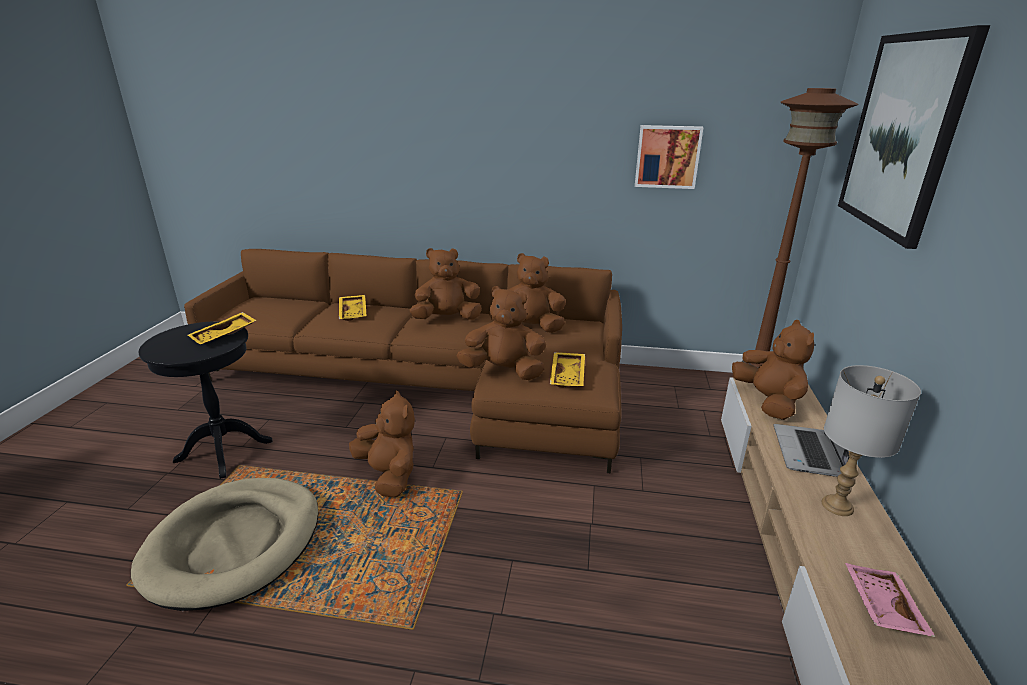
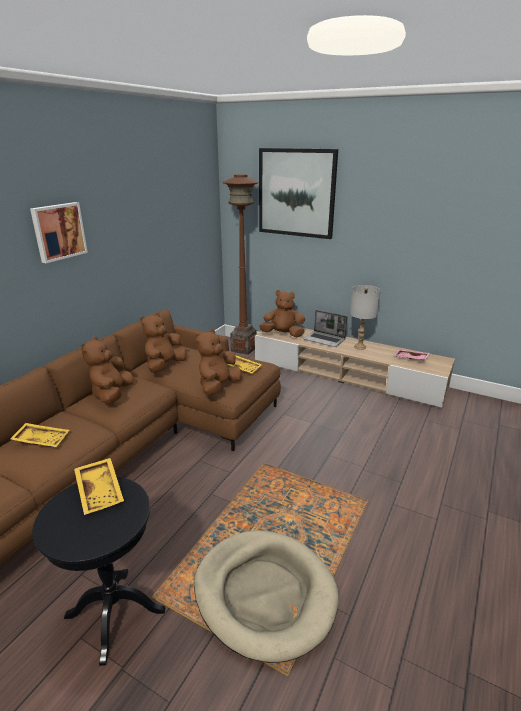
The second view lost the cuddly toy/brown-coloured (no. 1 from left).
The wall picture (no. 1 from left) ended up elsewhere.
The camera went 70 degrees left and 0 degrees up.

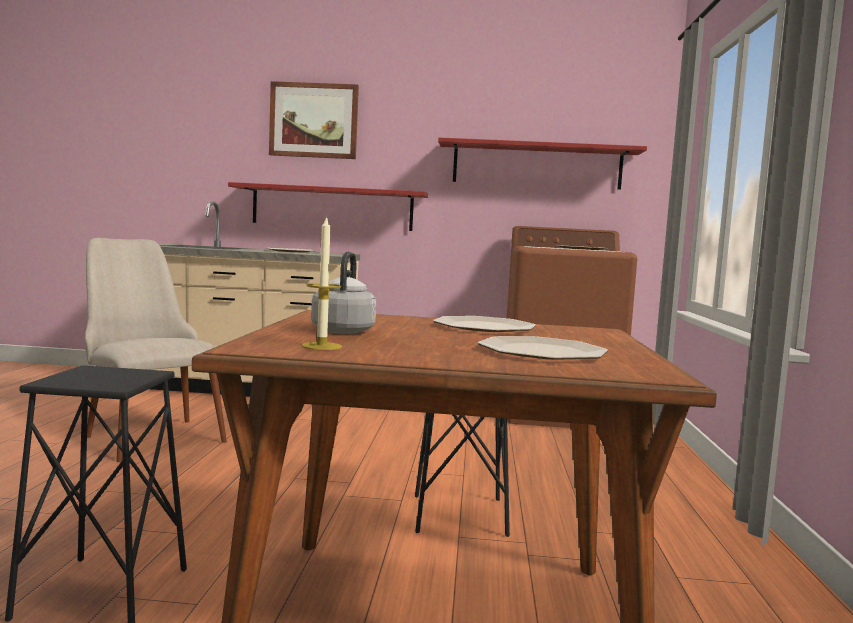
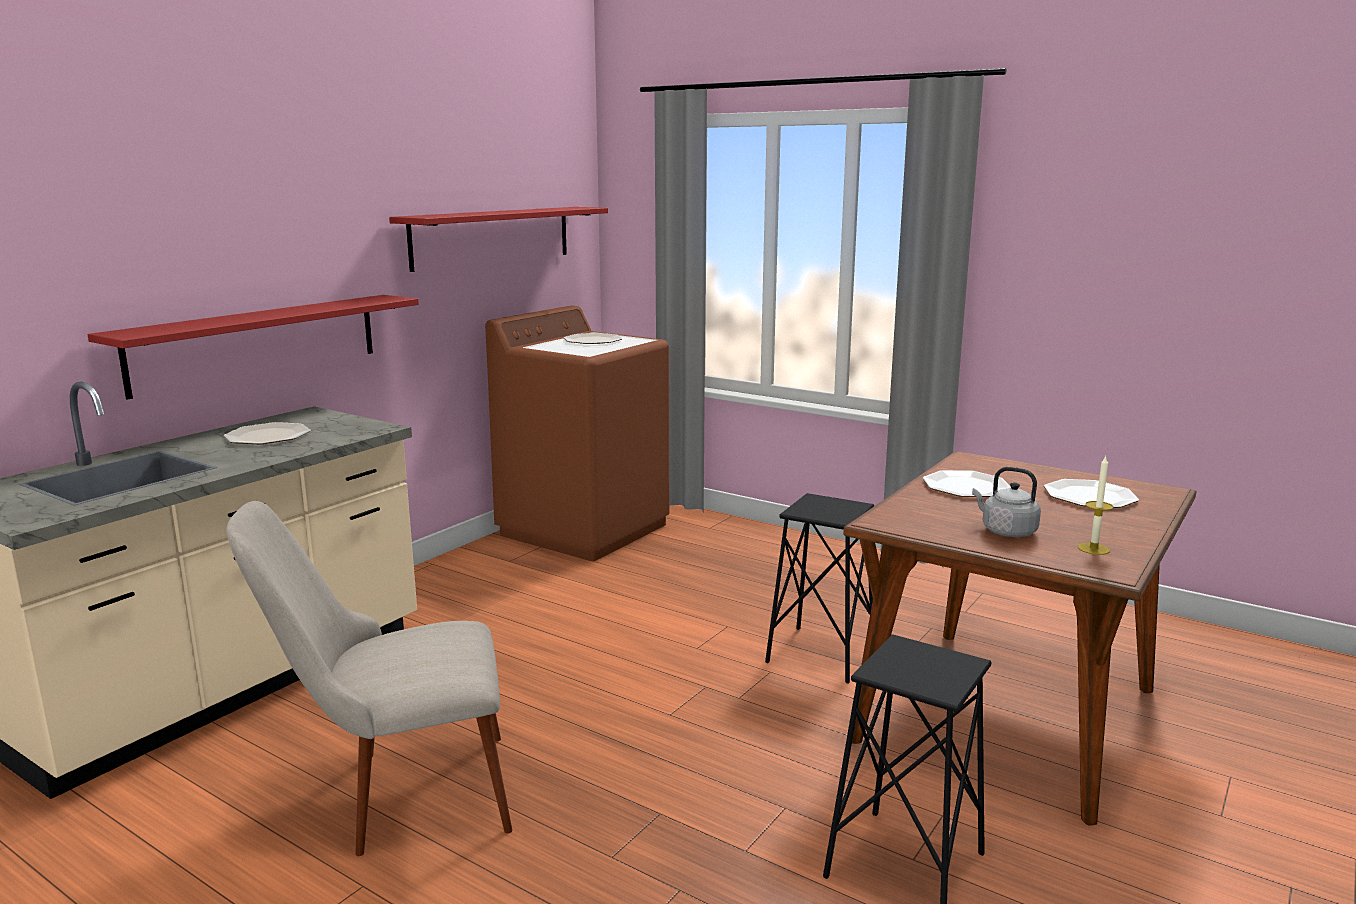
The second view lost the wall picture.
The camera went 60 degrees left and 10 degrees up.

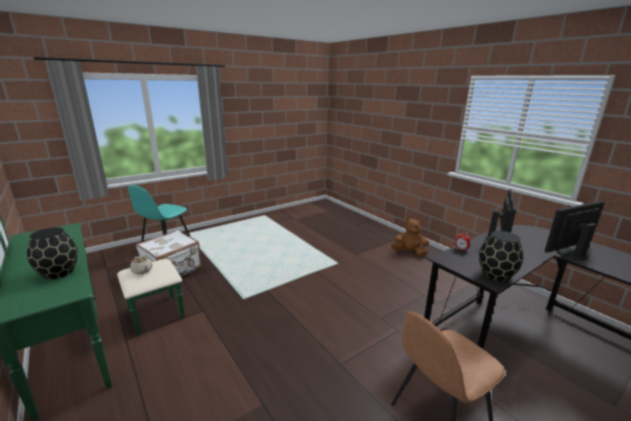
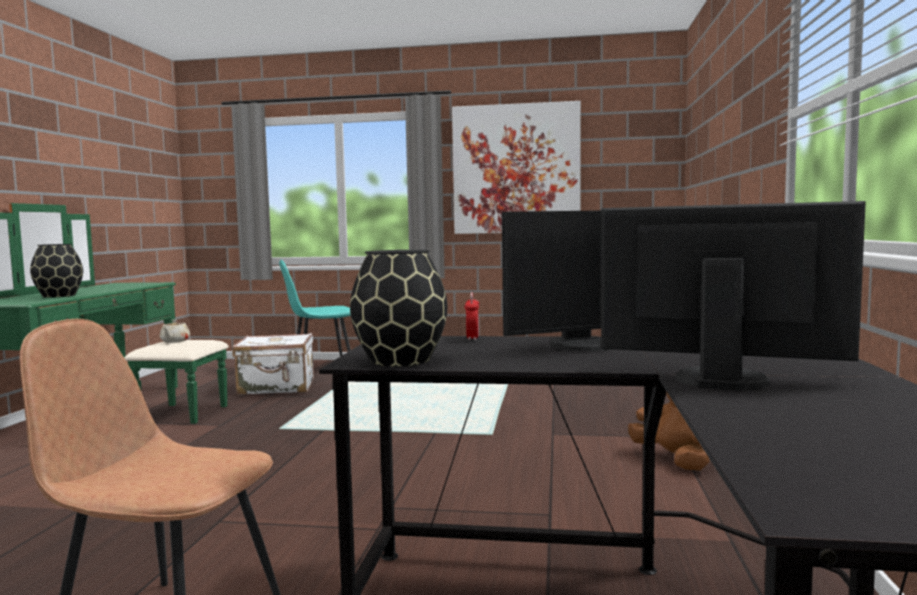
The second view gained the wall picture.
The camera went 45 degrees right and 15 degrees down.

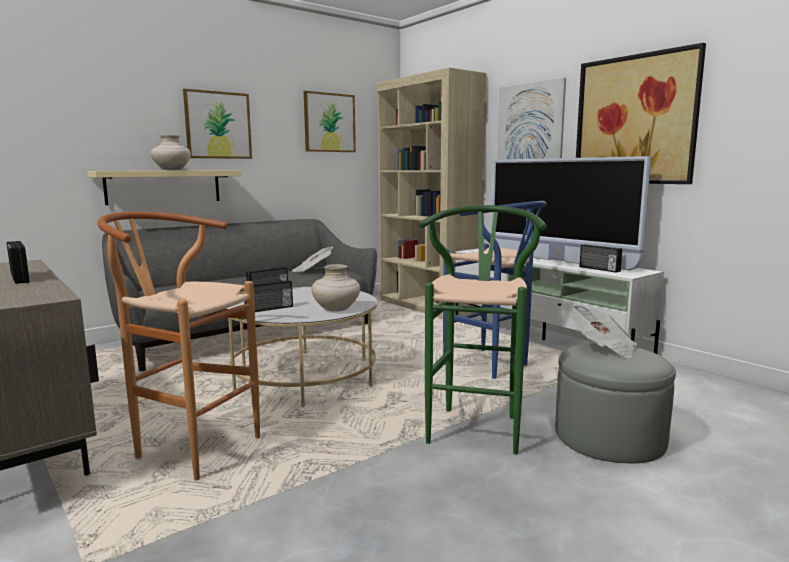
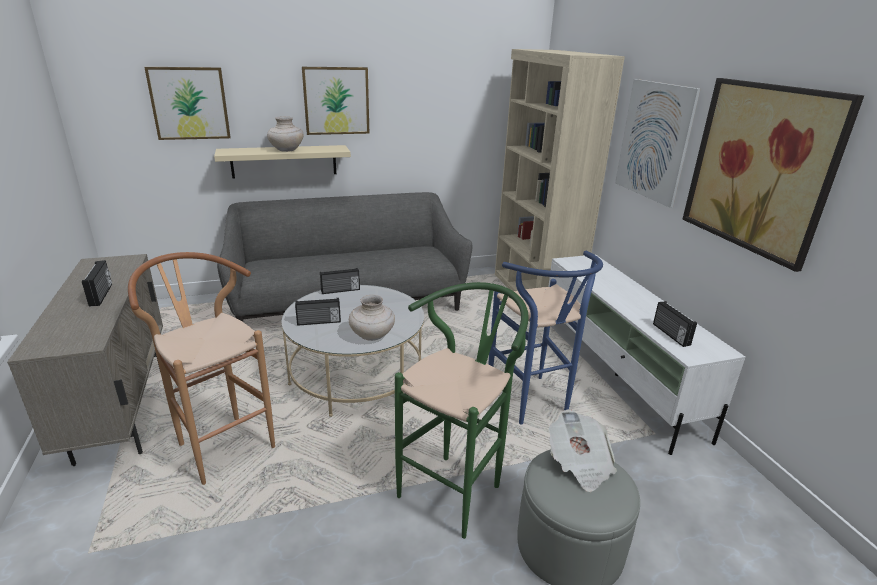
The second view lost the printed paper (no. 1 from left).
The second view lost the television.
The wall picture (no. 2 from left in the first image) ended up elsewhere.
The camera went 20 degrees right and 15 degrees up.

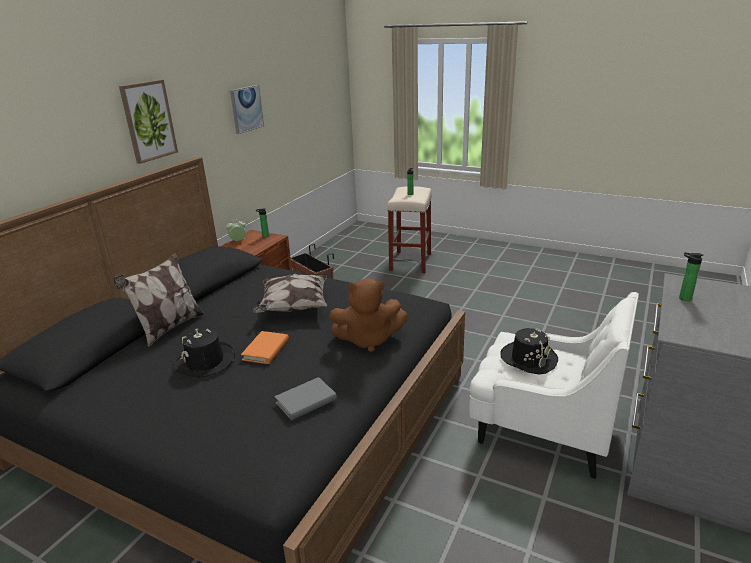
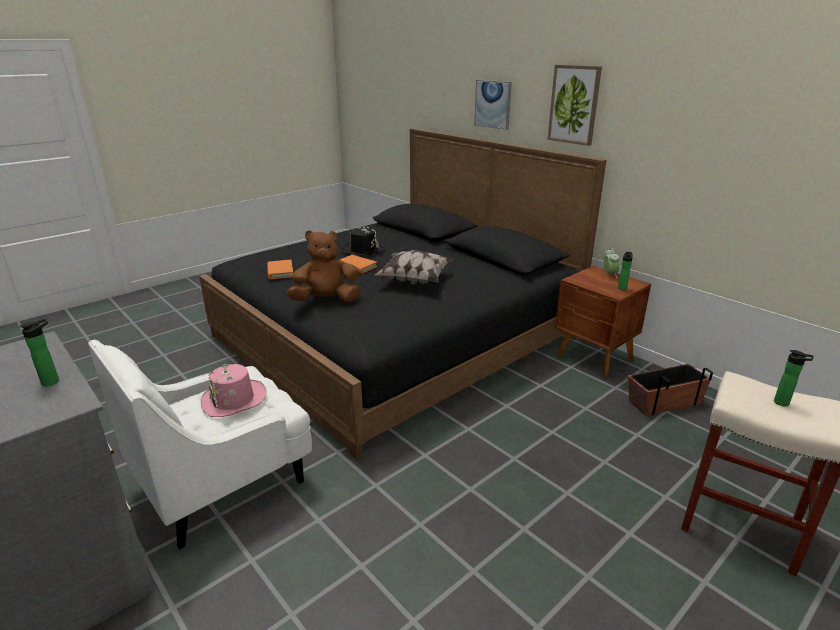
The second view lost the cushion (no. 1 from left).
The wall picture (no. 2 from left in the first image) ended up elsewhere.
What was the book/greyish turned into the book/orange-coloured (no. 1 from left).
What was the hat/black (no. 2 from left) turned into the hat/pink.
The cuddly toy/brown-coloured ended up facing another way, 60 degrees clockwise from before.
The camera went 110 degrees right and 0 degrees up.

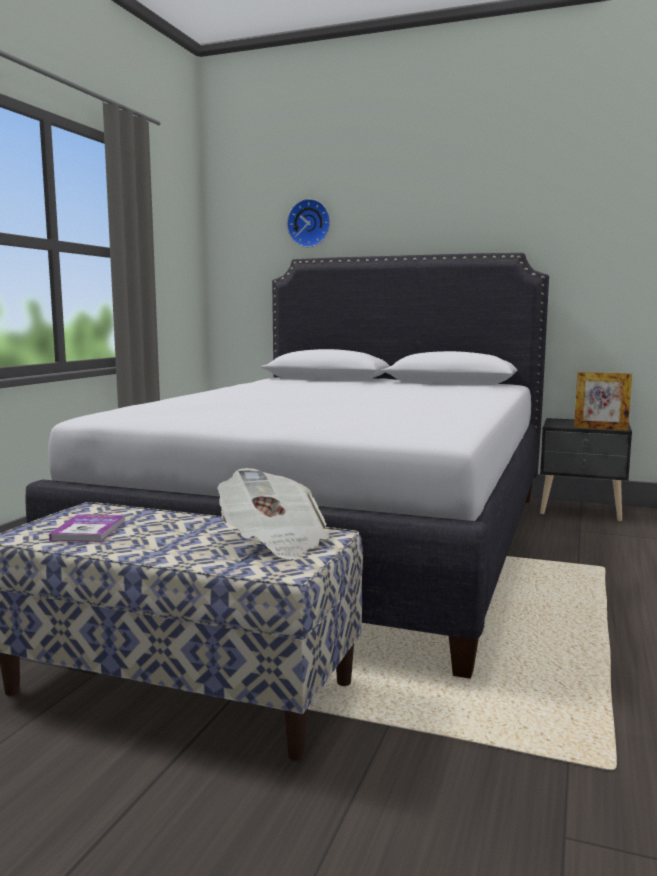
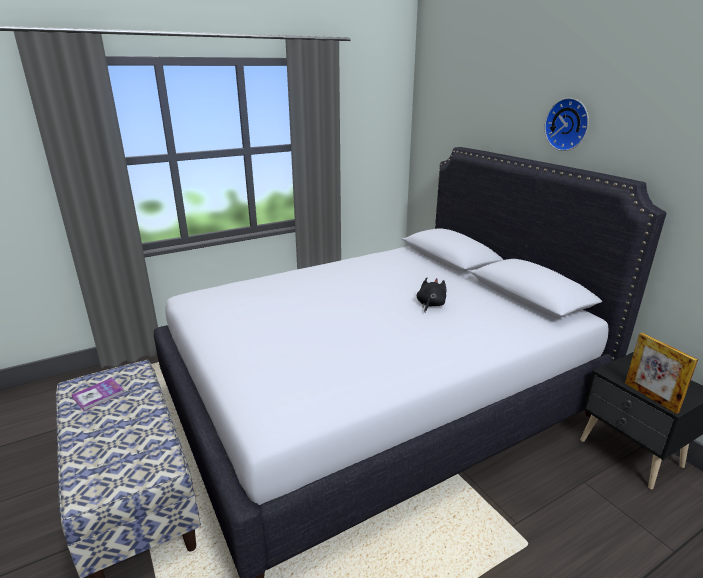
The second view lost the printed paper.
The second view gained the cuddly toy/black.
The wall clock ended up elsewhere.
The camera went 40 degrees right and 15 degrees up.

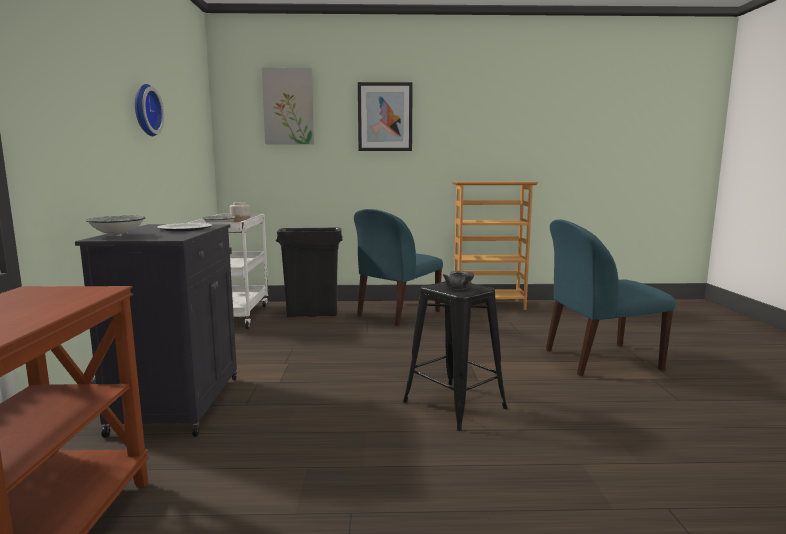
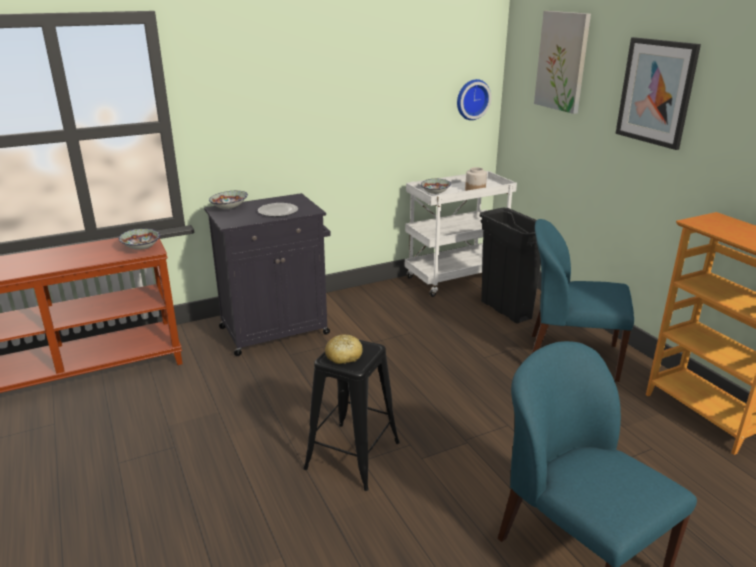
The second view gained the deep dish (no. 1 from left).
The wall clock ended up elsewhere.
Where the tea pot/greyish stood, the bread came to stand.
The camera went 65 degrees right and 15 degrees up.

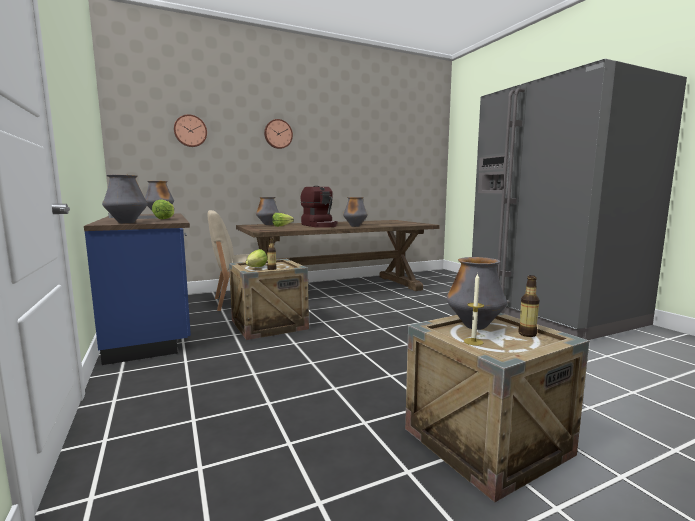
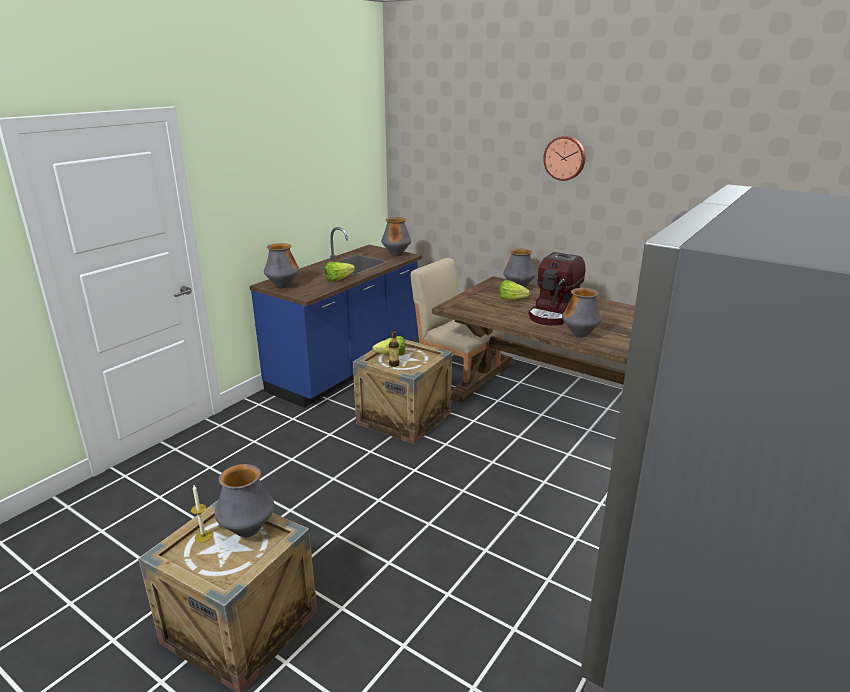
The second view lost the wall clock (no. 1 from left).
The second view lost the beverage bottle (no. 2 from left).
The camera went 60 degrees right and 15 degrees up.

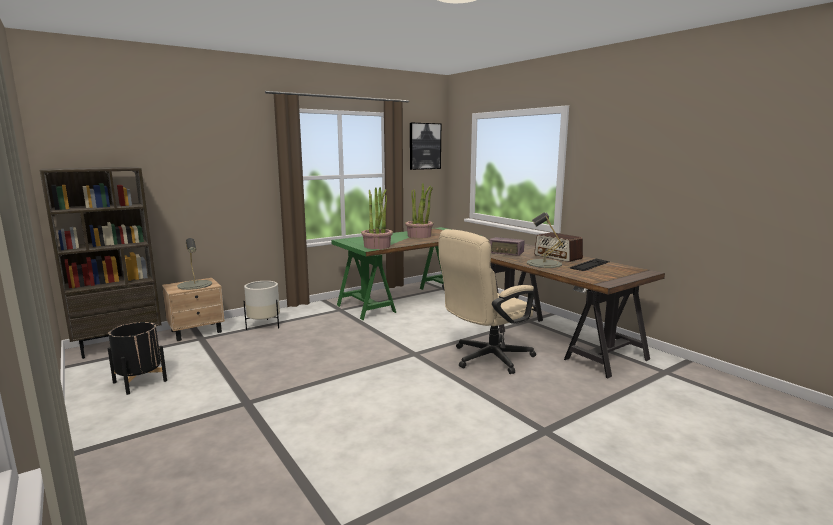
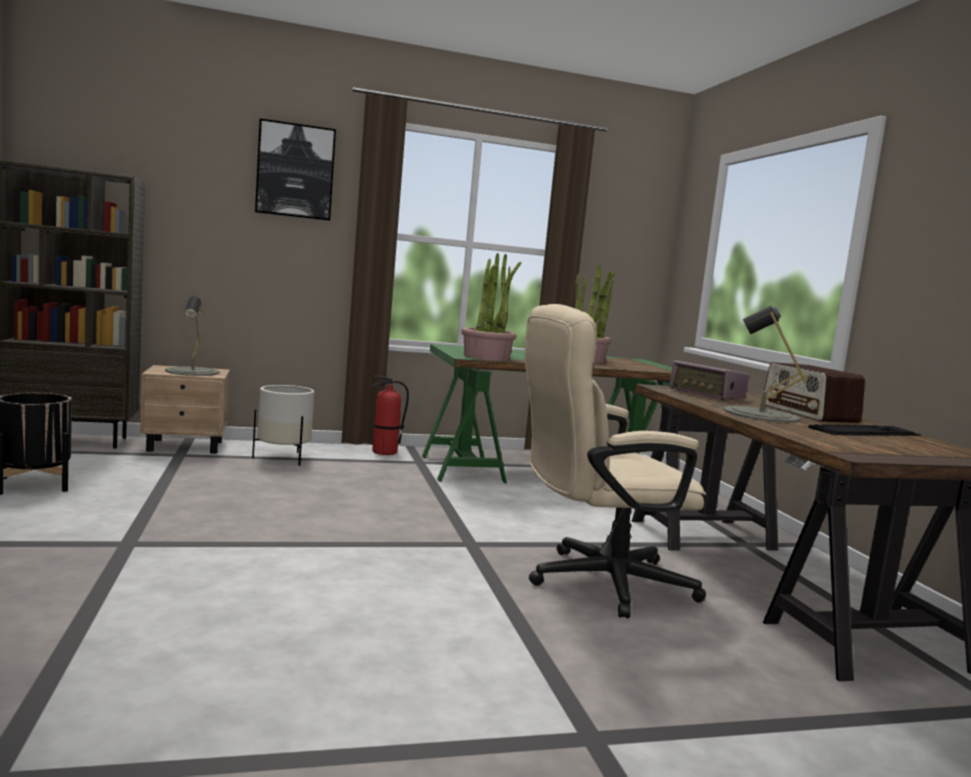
The second view gained the fire-fighting cylinder.
The wall picture ended up elsewhere.
The camera went 20 degrees right and 5 degrees down.

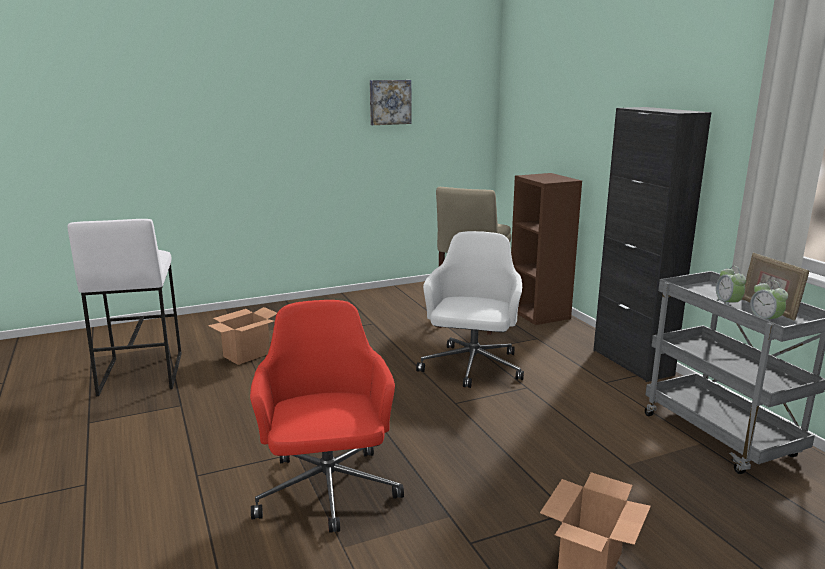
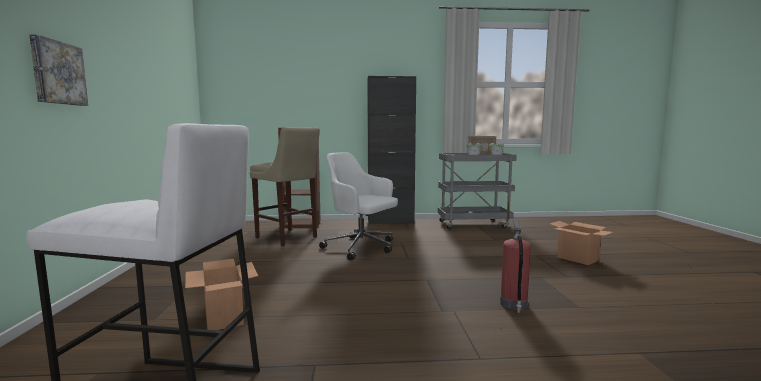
The wall picture ended up elsewhere.
Where the computer chair/red stood, the fire-fighting cylinder came to stand.
The camera went 70 degrees left and 10 degrees down.

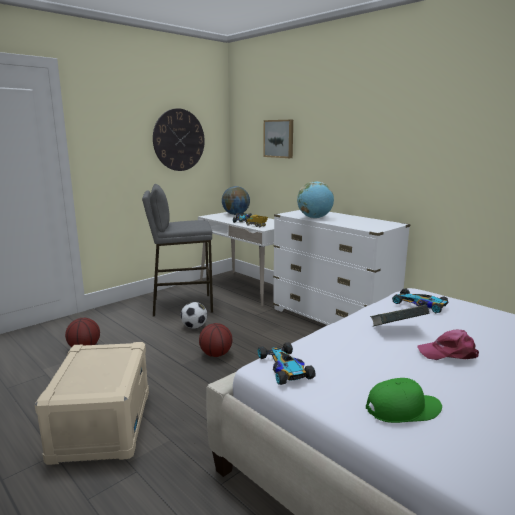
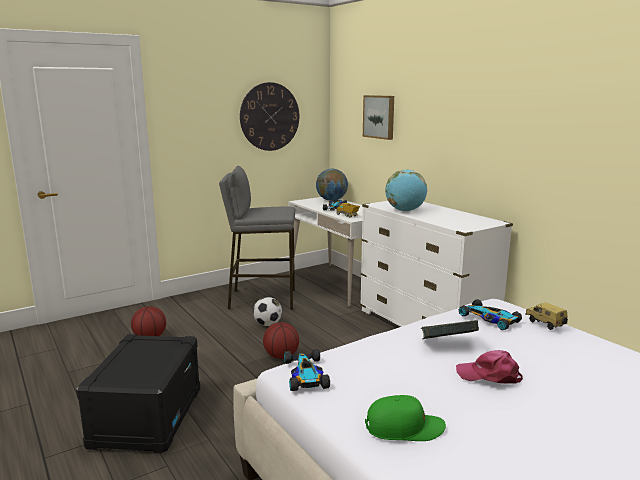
The second view gained the toy car (no. 4 from left).
What was the storage container/sand-coloured turned into the storage container/black.
The camera went 10 degrees right and 0 degrees up.

